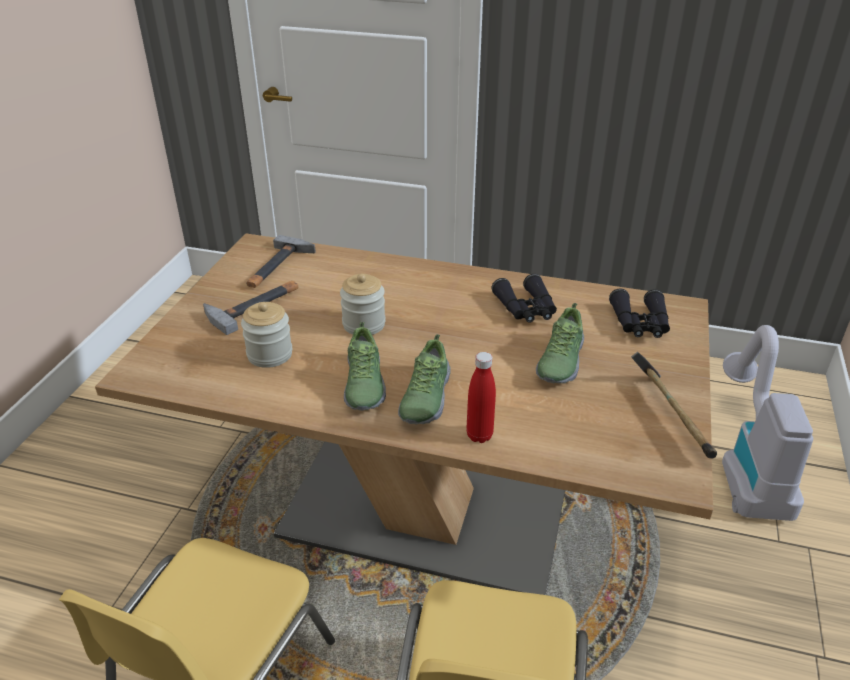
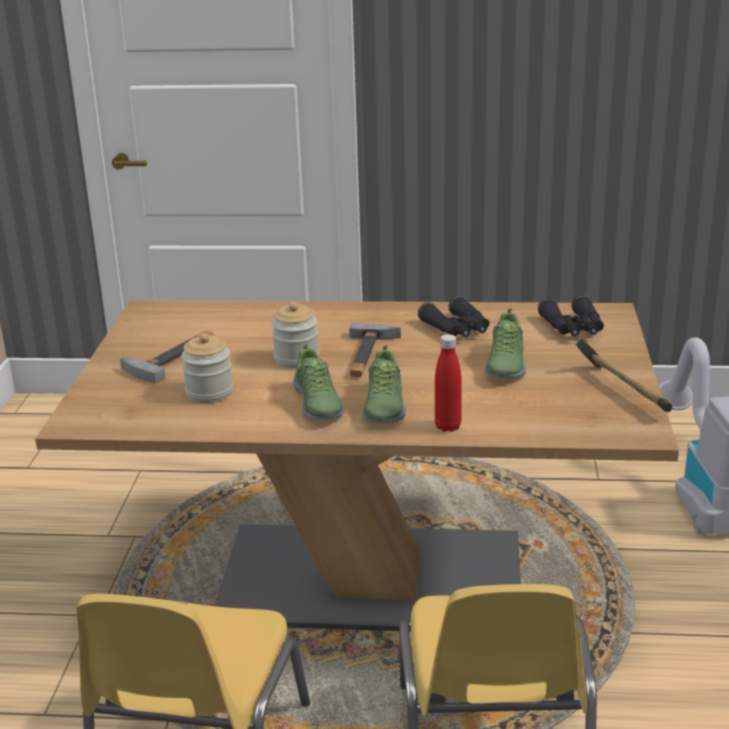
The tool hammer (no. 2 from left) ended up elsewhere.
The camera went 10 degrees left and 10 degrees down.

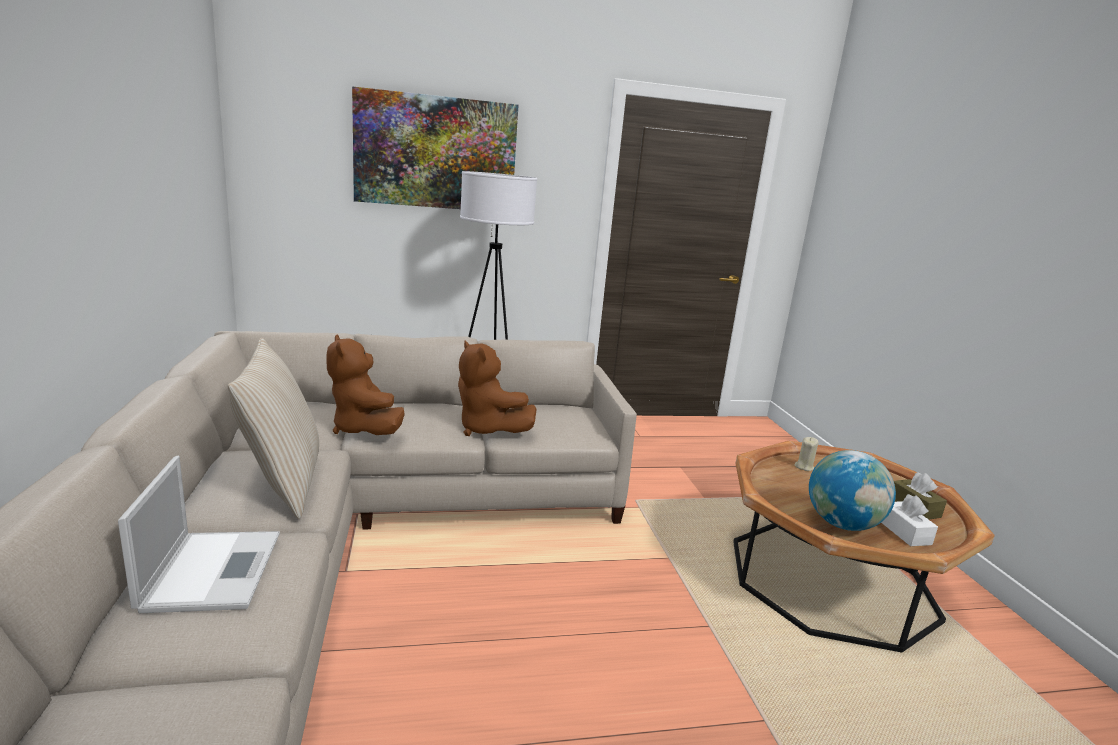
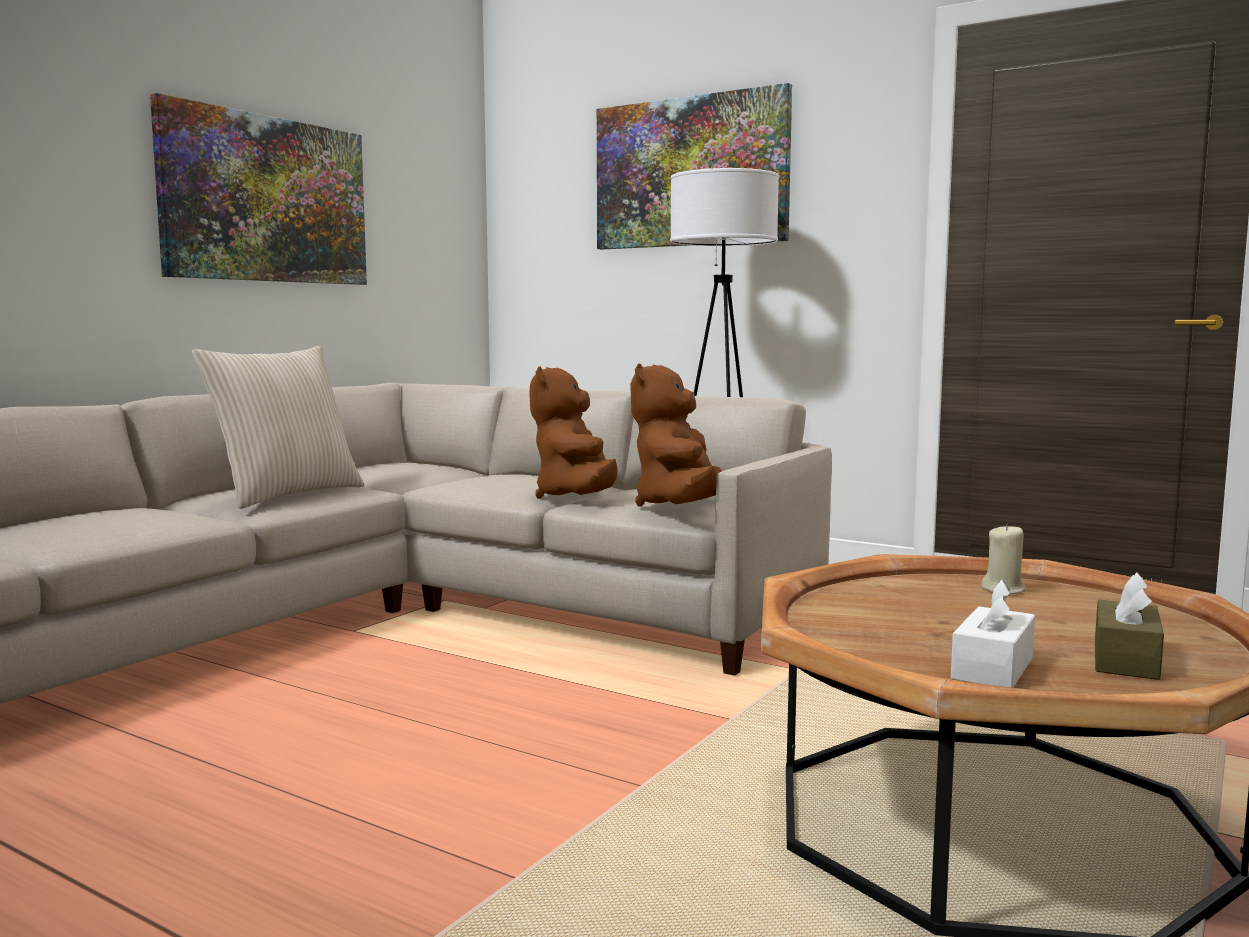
The second view lost the laptop.
The second view lost the desk globe.
The second view gained the wall picture (no. 1 from left).
The cuddly toy/brown-coloured (no. 1 from left in the first image) ended up elsewhere.
The camera went 45 degrees right and 10 degrees down.

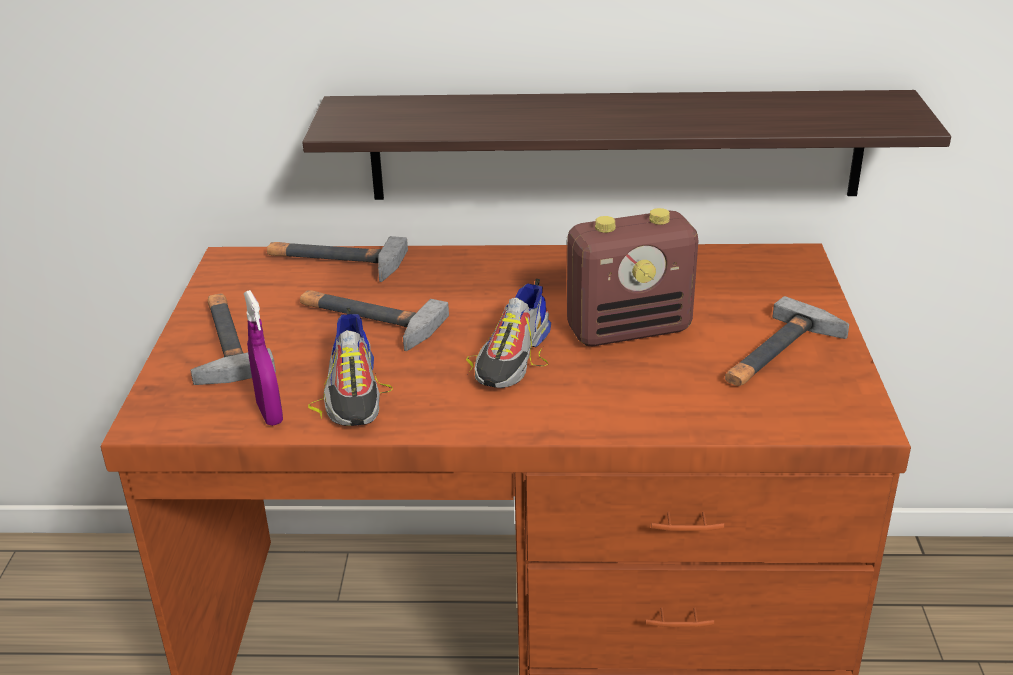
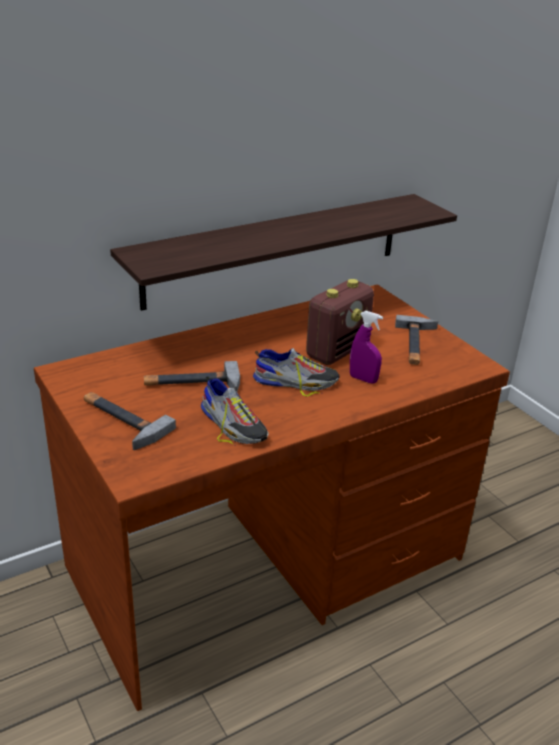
The second view lost the tool hammer (no. 2 from left).
The hand sprayer/purple ended up elsewhere.
The shoe (no. 2 from left) ended up facing another way, 75 degrees counterclockwise from before.
The camera went 35 degrees left and 0 degrees up.

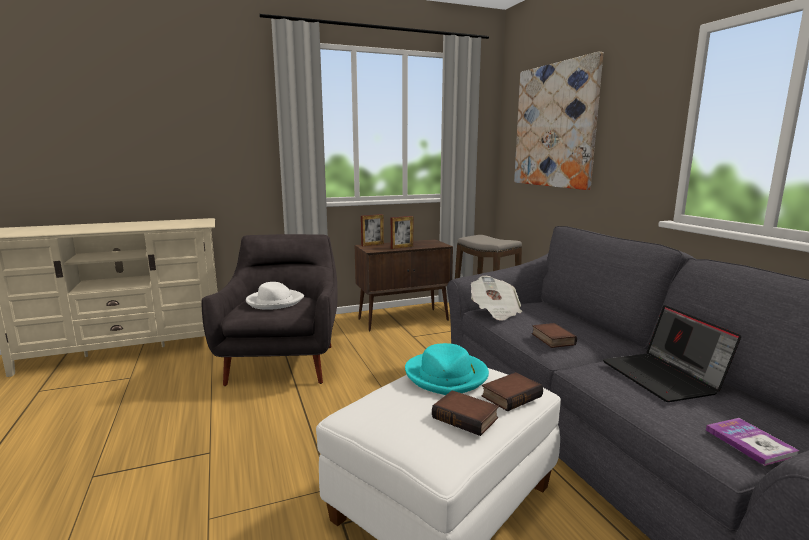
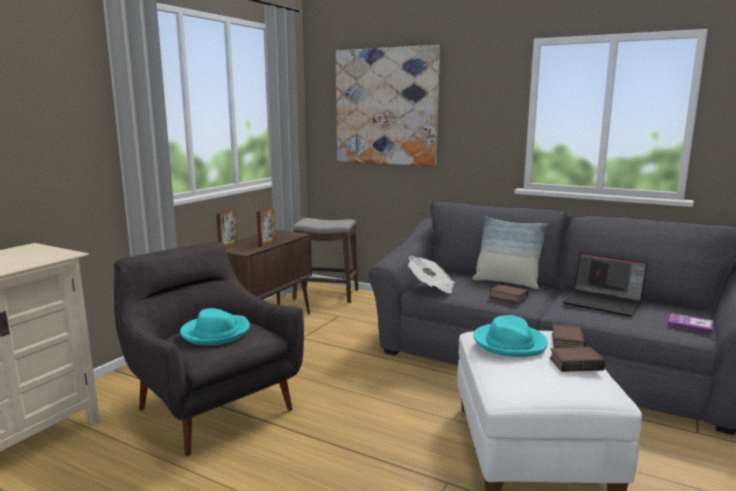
The second view gained the cushion.
What was the hat/white-coloured turned into the hat/blue-green (no. 1 from left).
The camera went 40 degrees left and 0 degrees up.

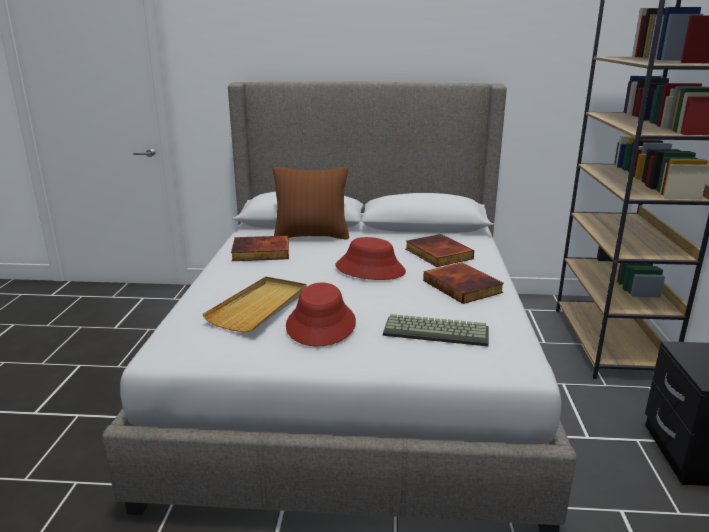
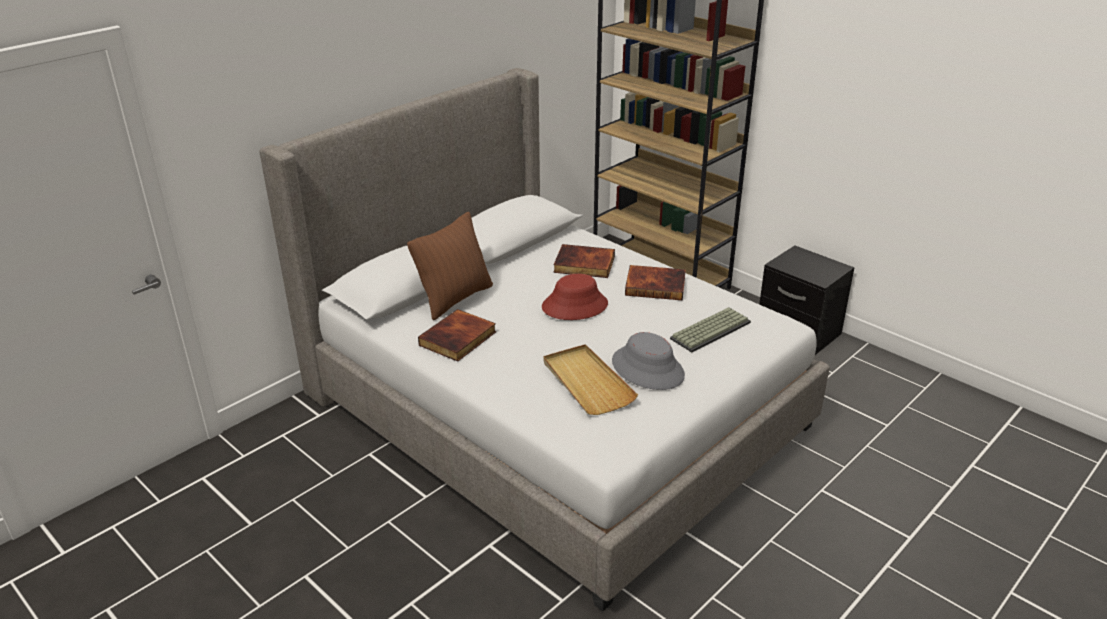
What was the hat/red (no. 1 from left) turned into the hat/greyish.
The camera went 50 degrees left and 10 degrees up.

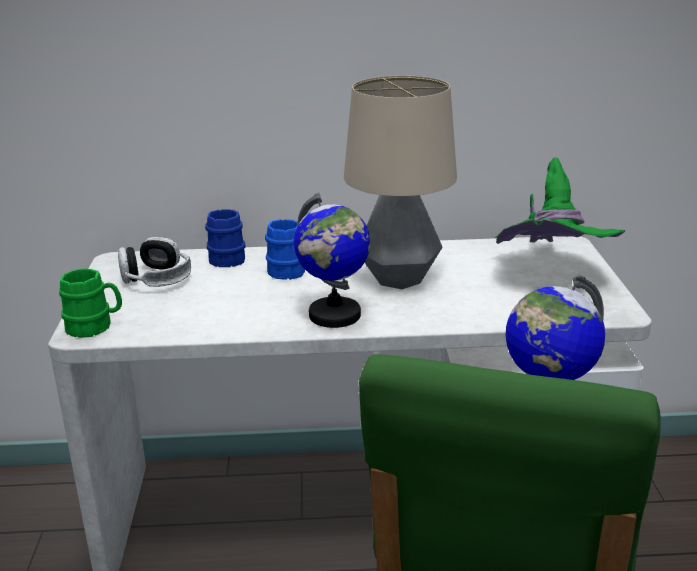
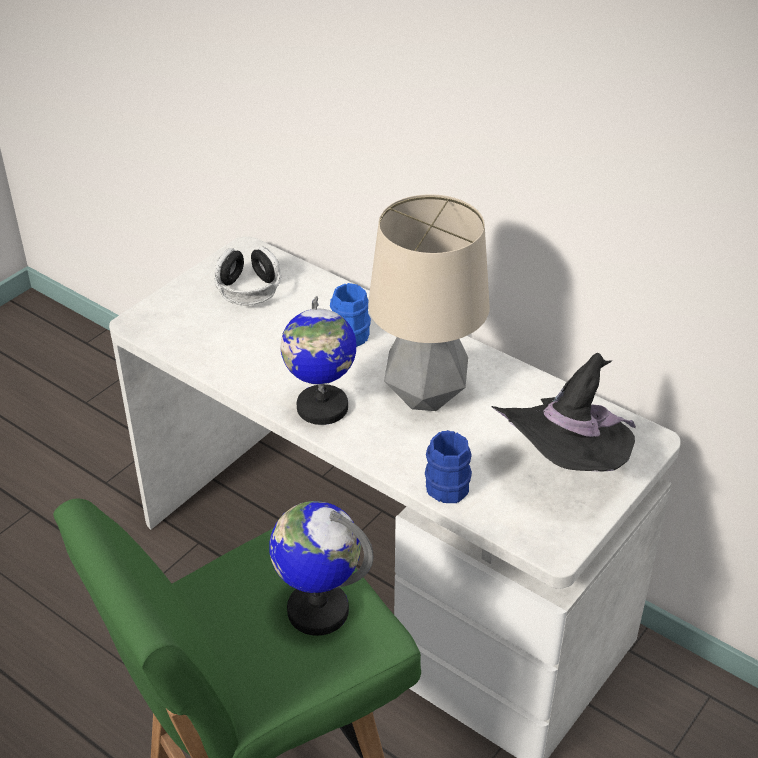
The second view lost the tea mug/green-coloured.
The tea mug/blue (no. 1 from left in the first image) ended up elsewhere.
What was the hat/green-coloured turned into the hat/black.
The camera went 40 degrees right and 15 degrees up.

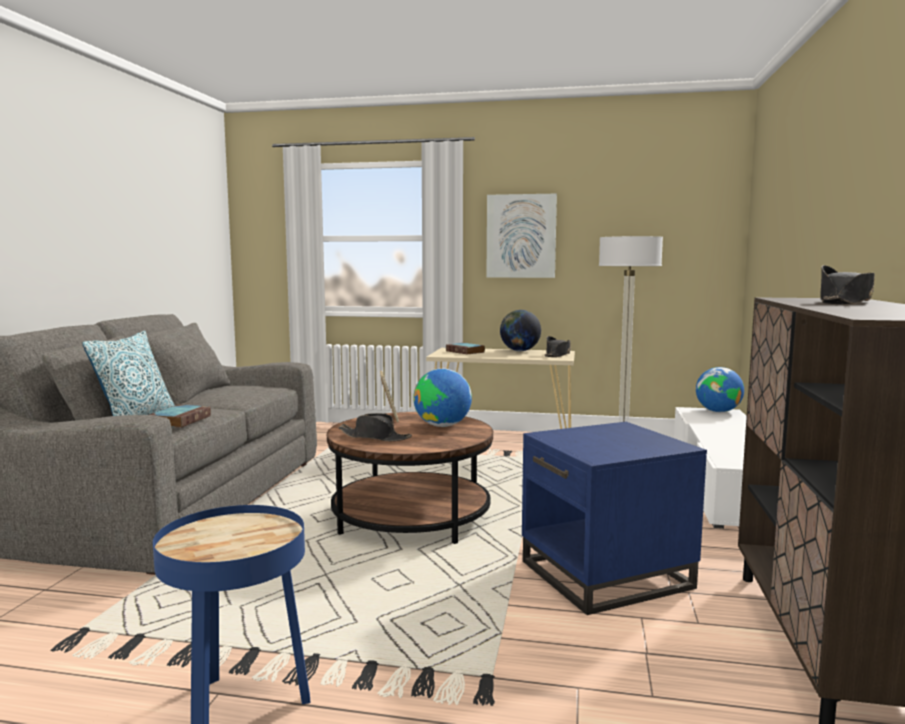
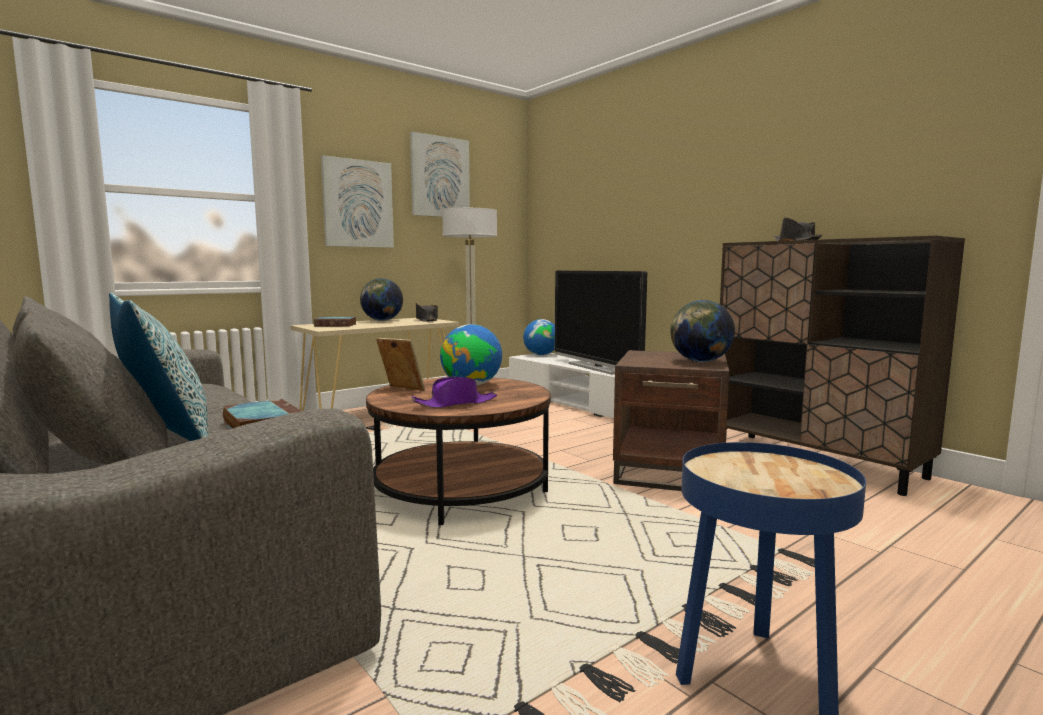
The second view gained the wall picture (no. 2 from left).
The second view gained the television.
The second view gained the desk globe (no. 4 from left).
What was the hat/black (no. 1 from left) turned into the hat/purple.
What was the side table/blue (no. 2 from left) turned into the side table/brown-coloured.
The camera went 50 degrees left and 0 degrees up.

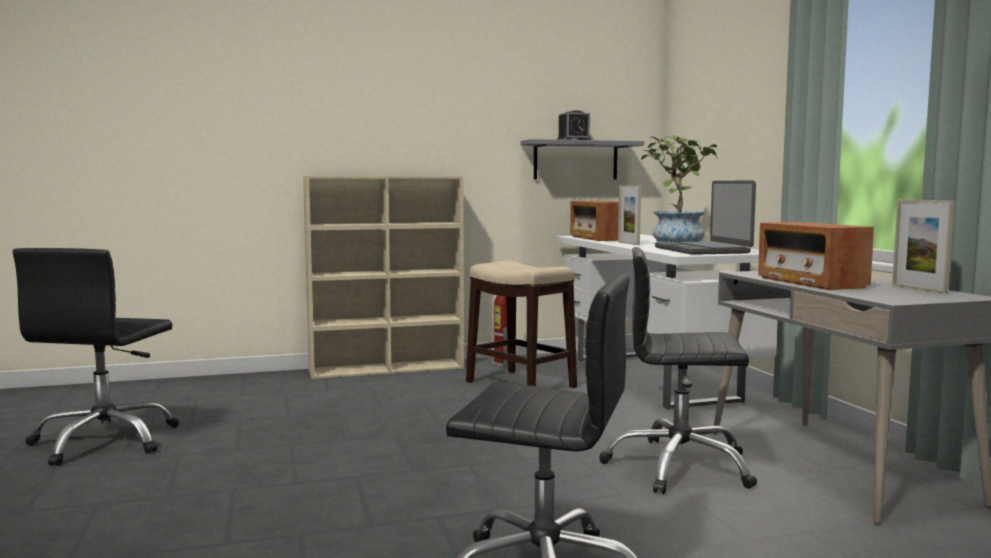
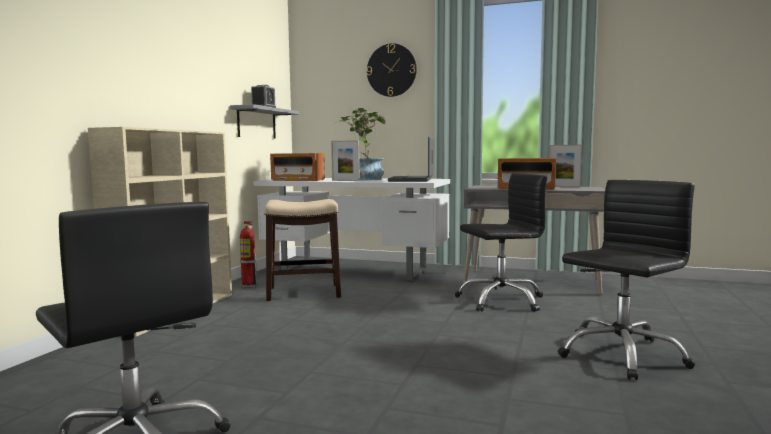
The second view gained the wall clock.
The computer chair/black (no. 3 from left in the first image) ended up facing another way, 150 degrees counterclockwise from before.
The laptop ended up facing another way, 75 degrees clockwise from before.
The camera went 55 degrees left and 0 degrees up.

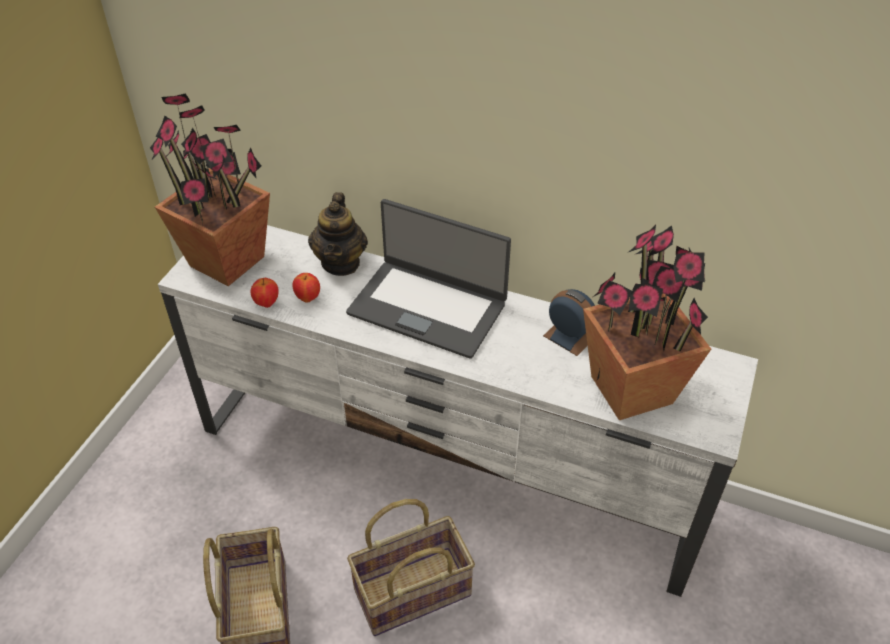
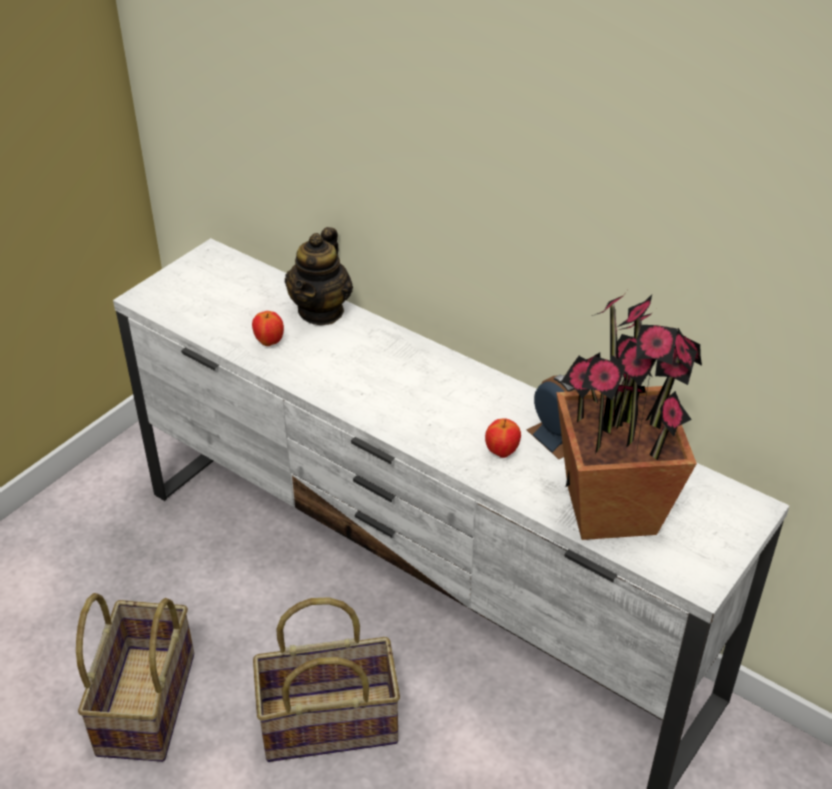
The second view lost the plant in a pot (no. 1 from left).
The second view lost the laptop.
The apple fruit (no. 1 from left in the first image) ended up elsewhere.
The camera went 15 degrees right and 5 degrees down.

